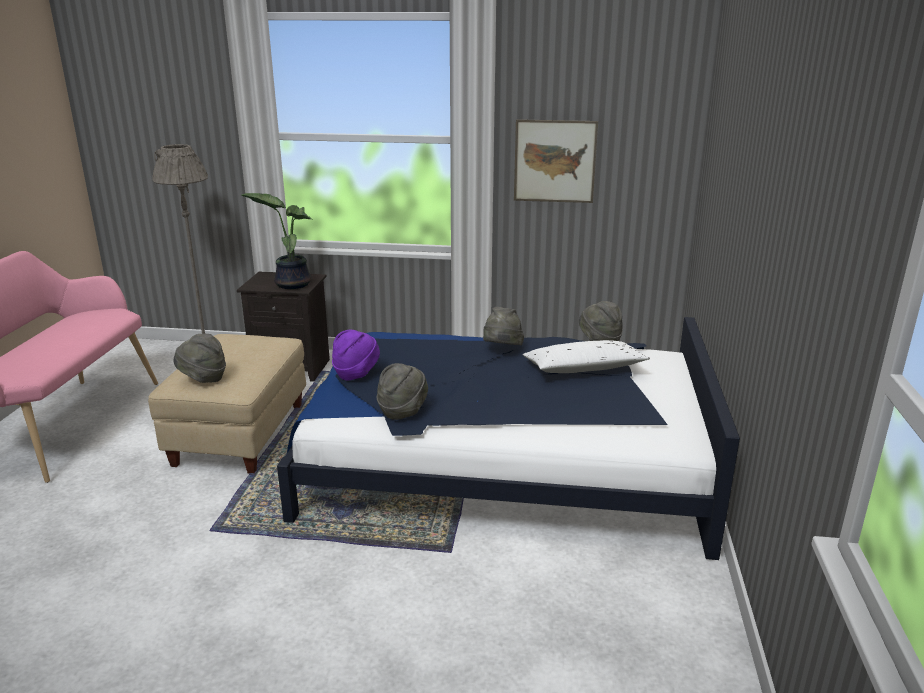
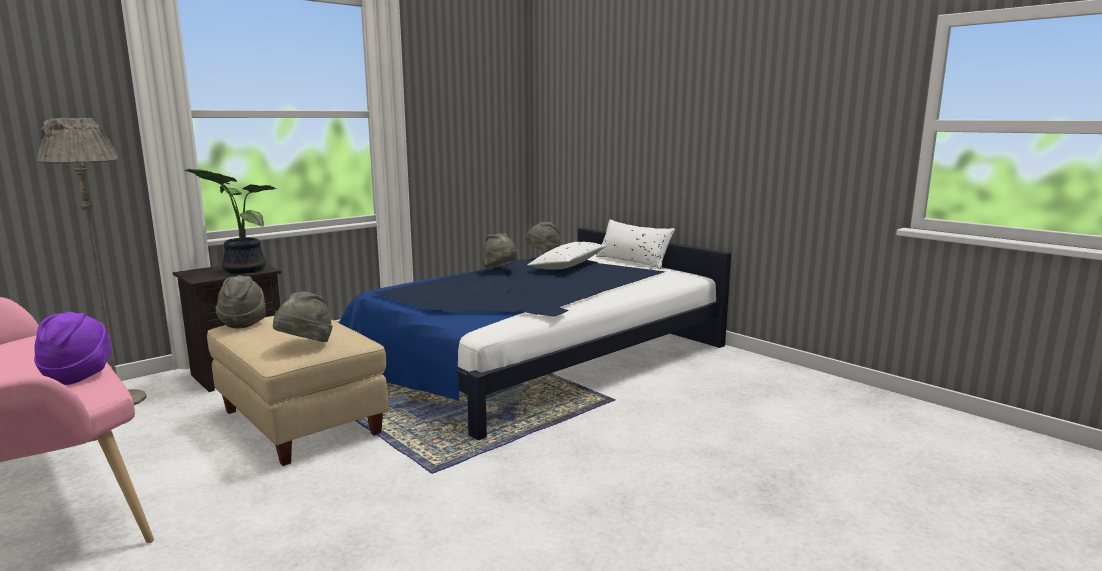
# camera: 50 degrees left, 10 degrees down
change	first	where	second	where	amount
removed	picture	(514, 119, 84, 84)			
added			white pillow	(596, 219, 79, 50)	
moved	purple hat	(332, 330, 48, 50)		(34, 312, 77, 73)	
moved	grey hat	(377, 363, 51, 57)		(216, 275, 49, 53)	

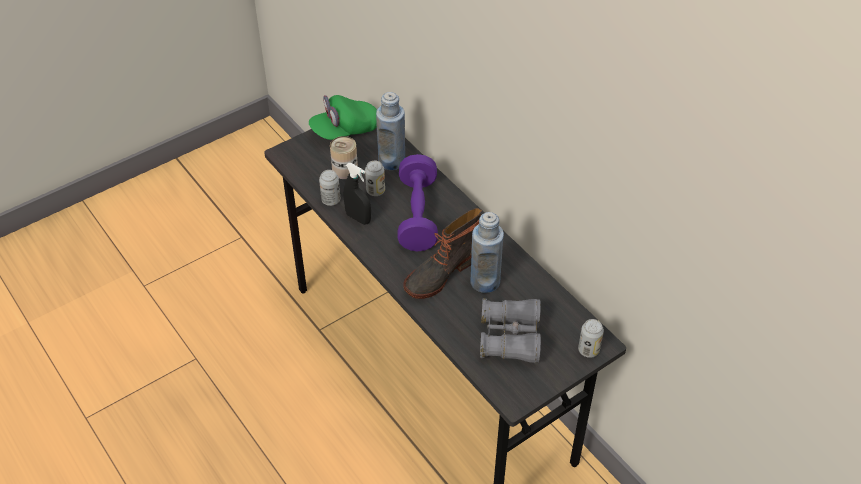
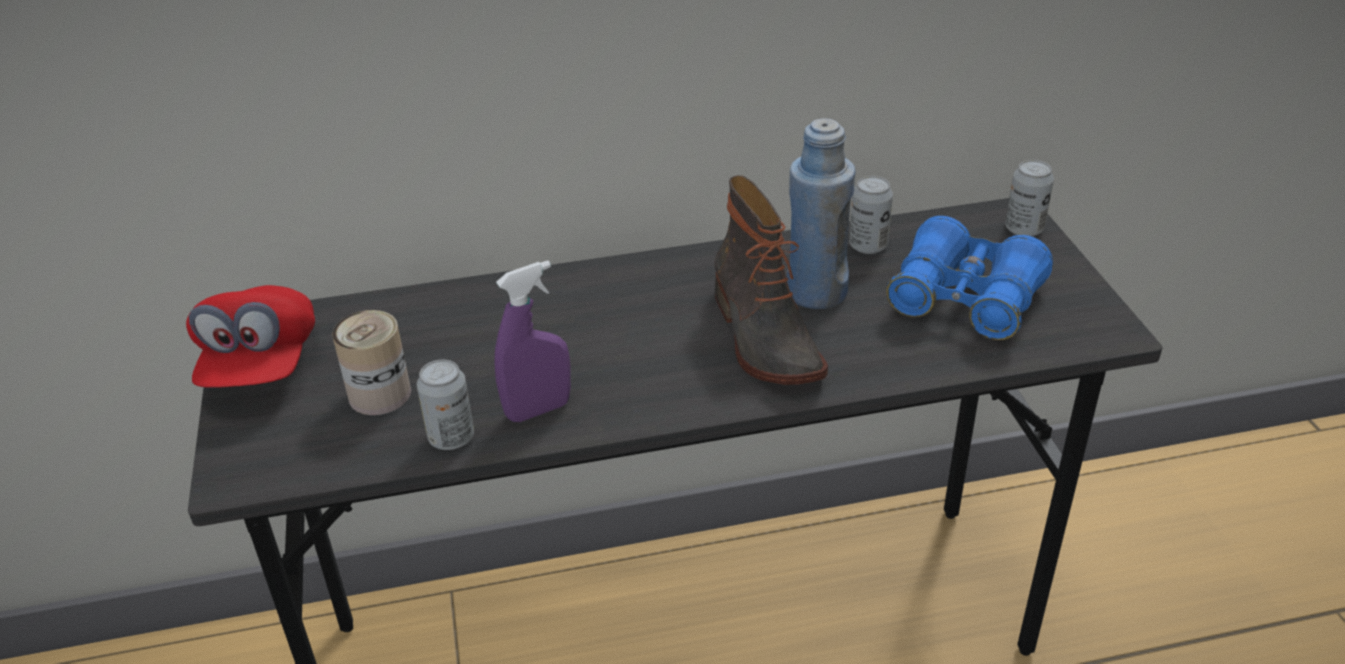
# camera: 65 degrees left, 10 degrees down
change	first	where	second	where	amount
removed	blue bottle	(376, 92, 29, 78)			
removed	purple dumbbell	(397, 154, 41, 97)			
moved	can	(365, 161, 20, 35)		(849, 176, 44, 78)	
recoloured	green cap	(309, 95, 68, 45)	red cap	(186, 285, 129, 103)	
recoloured	black spray bottle	(344, 163, 27, 62)	purple spray bottle	(494, 261, 77, 161)	
recoloured	grey binoculars	(480, 298, 61, 65)	blue binoculars	(886, 216, 167, 124)	

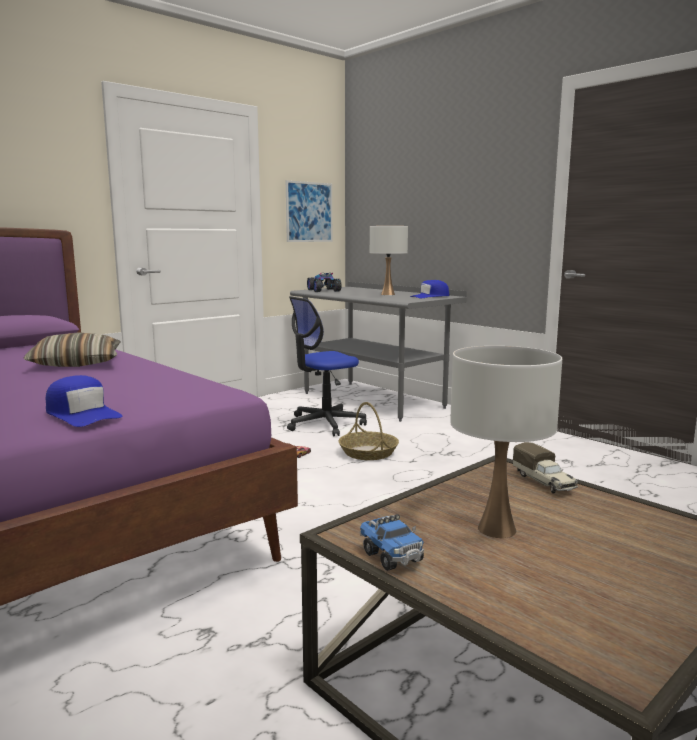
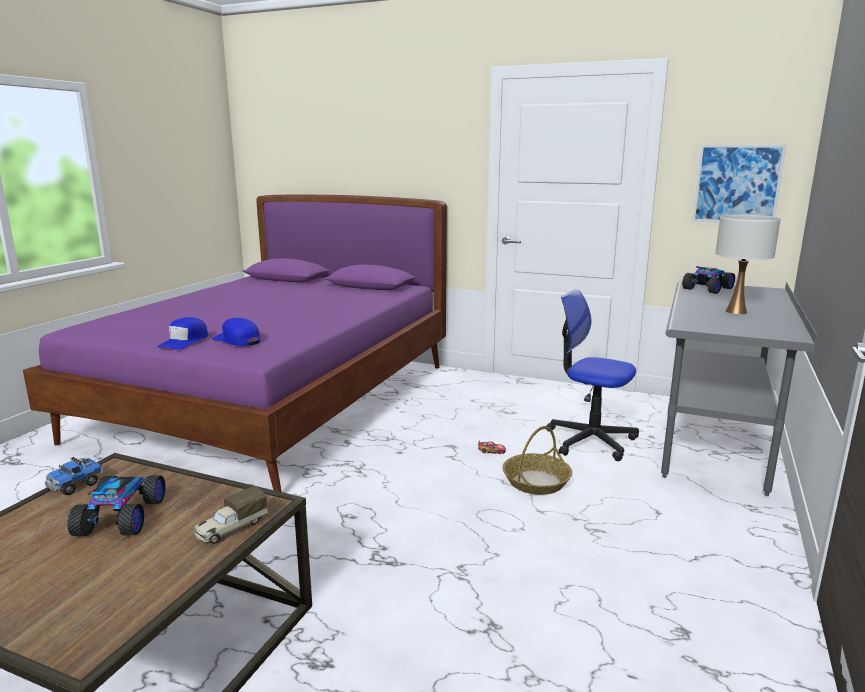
# camera: 65 degrees right, 5 degrees up
change	first	where	second	where	amount
removed	pillow	(23, 332, 97, 35)			
moved	blue cap	(410, 280, 40, 18)		(212, 318, 49, 28)	
replaced	white table lamp	(450, 346, 112, 192)	toy car	(68, 475, 97, 61)	

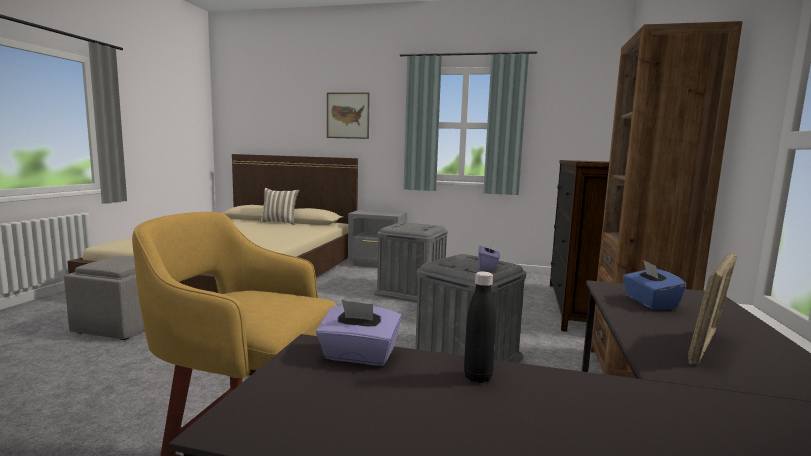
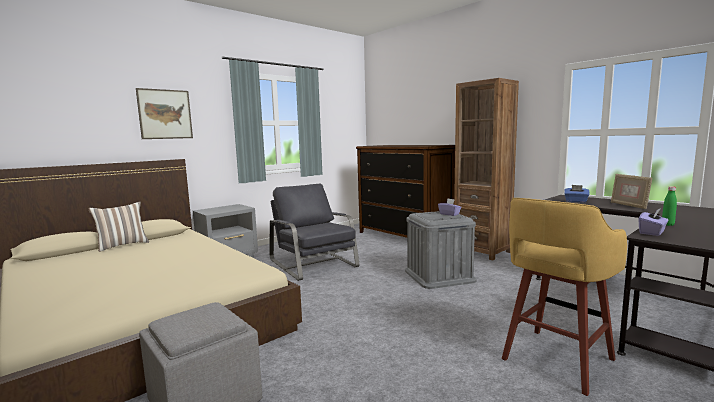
# camera: 55 degrees left, 0 degrees up
change	first	where	second	where	amount
replaced	grey storage box	(374, 222, 74, 81)	grey armchair	(270, 184, 90, 97)	
recoloured	black bottle	(464, 271, 32, 112)	green bottle	(662, 186, 15, 40)	

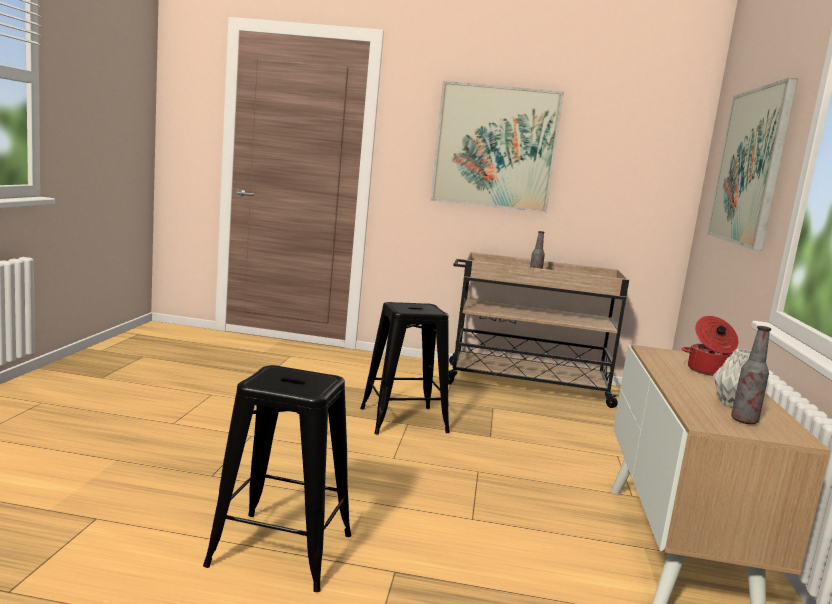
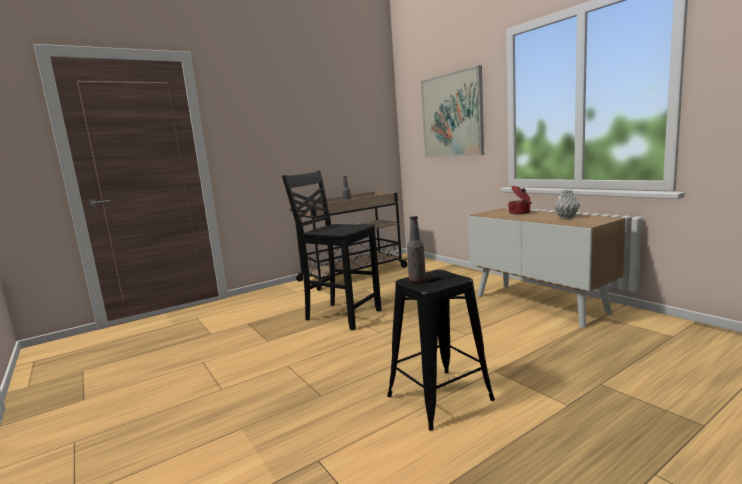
# camera: 40 degrees left, 0 degrees up
change	first	where	second	where	amount
removed	picture	(430, 81, 134, 132)			
moved	bottle	(731, 326, 40, 98)		(407, 216, 19, 66)	
replaced	black stool	(360, 302, 90, 133)	black chair	(282, 171, 99, 159)	

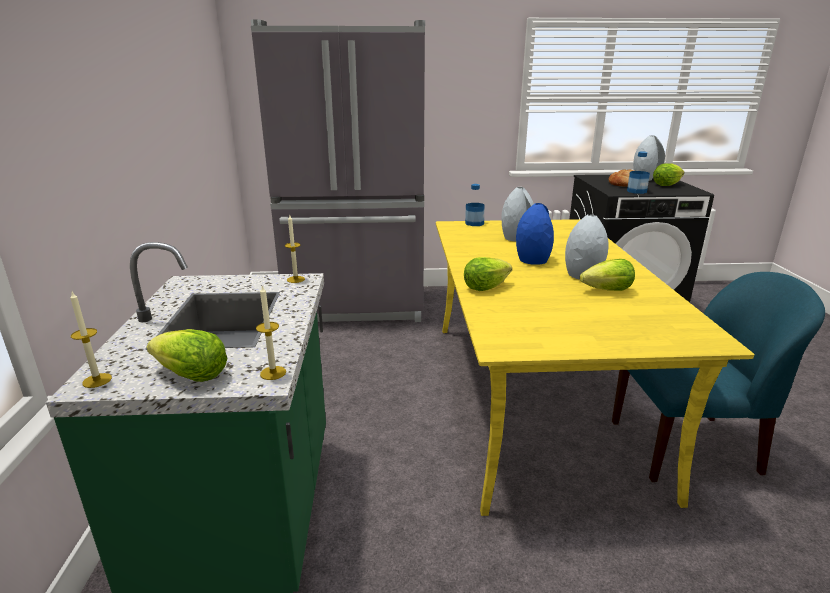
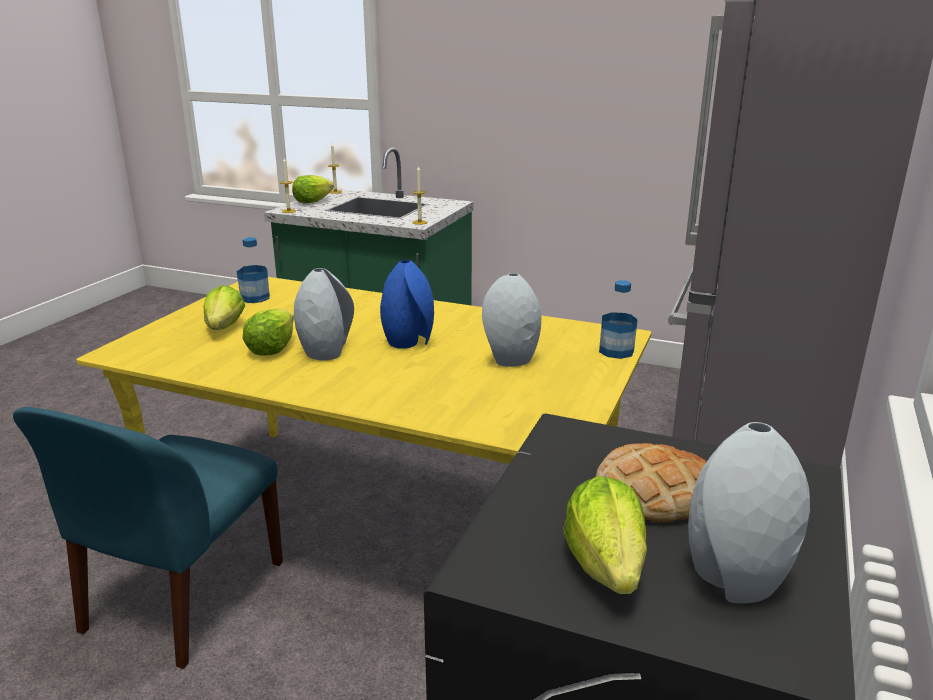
# camera: 115 degrees right, 0 degrees up
change	first	where	second	where	amount
moved	lettuce	(464, 257, 48, 34)		(204, 285, 41, 45)	
moved	bottle	(627, 151, 23, 43)		(237, 237, 33, 66)	

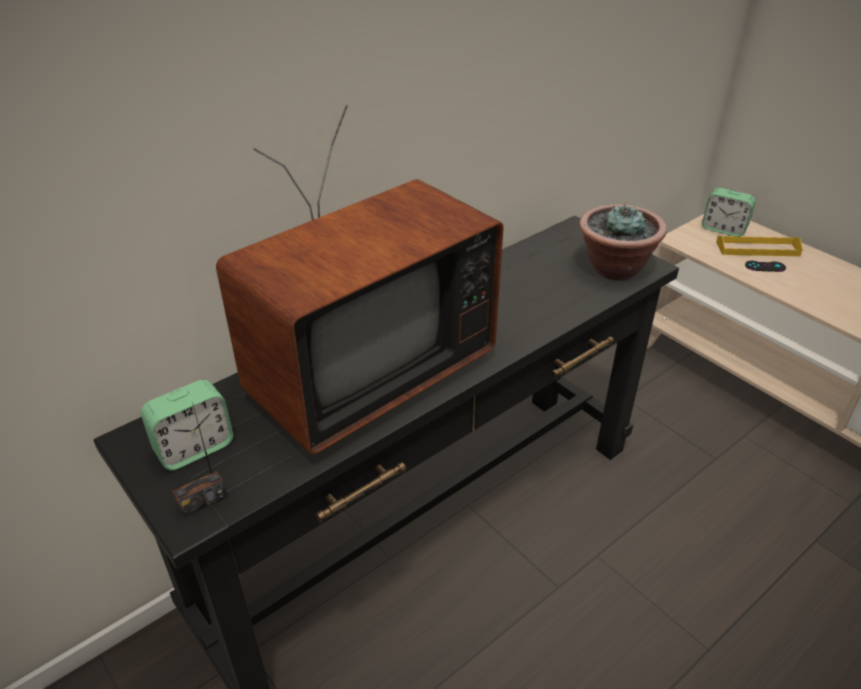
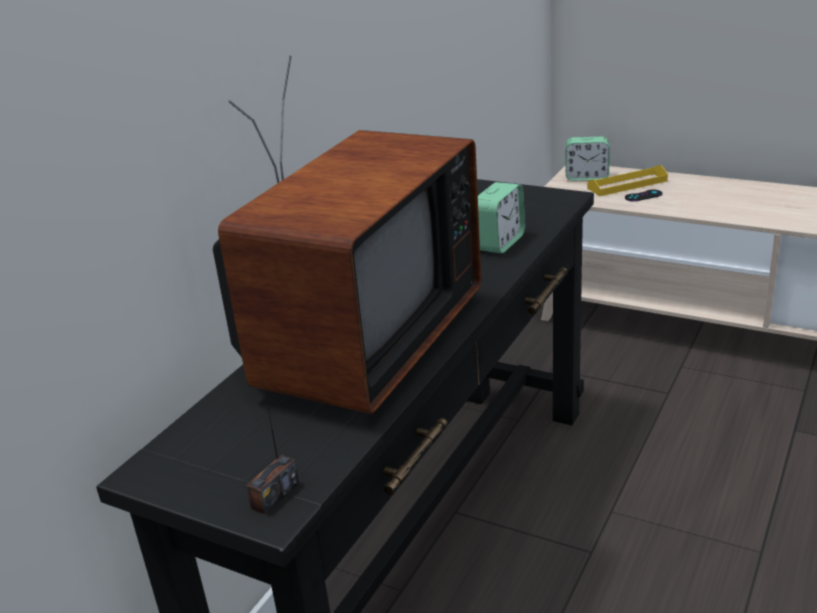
# camera: 20 degrees left, 10 degrees down
change	first	where	second	where	amount
removed	potted plant	(579, 203, 88, 78)			
moved	alarm clock	(141, 380, 92, 90)		(478, 182, 47, 71)	

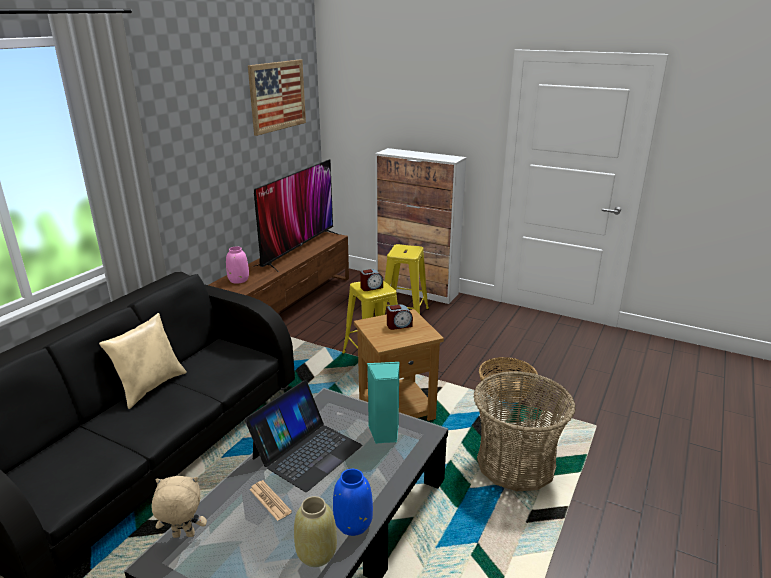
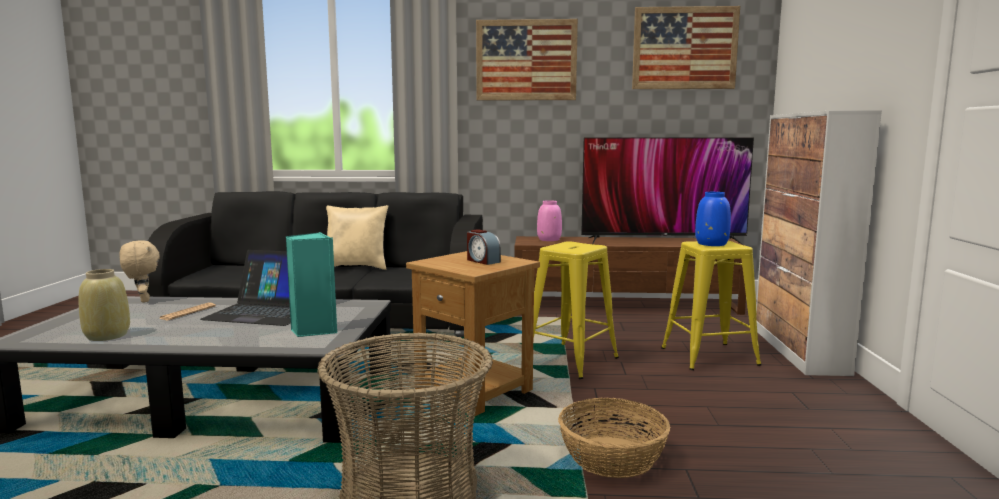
# camera: 65 degrees right, 15 degrees down
change	first	where	second	where	amount
removed	alarm clock	(360, 269, 23, 22)			
added			picture	(476, 19, 102, 81)	
moved	blue vase	(333, 469, 40, 67)		(695, 192, 36, 54)	

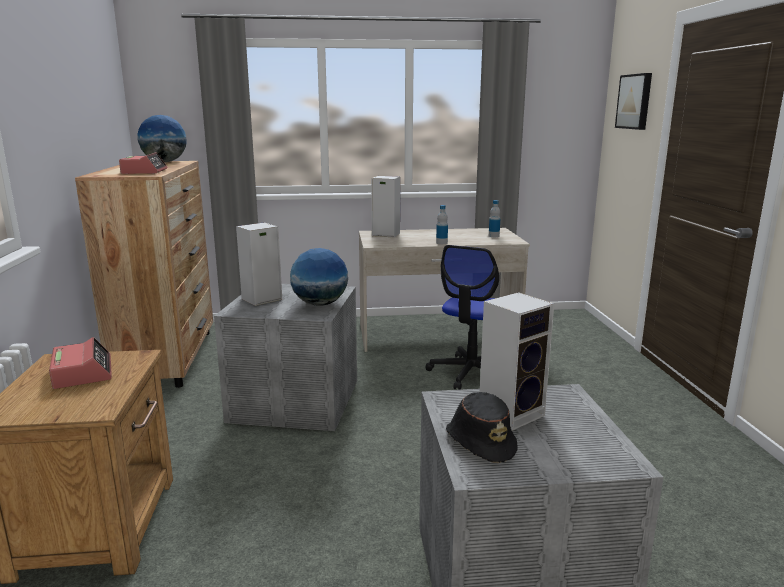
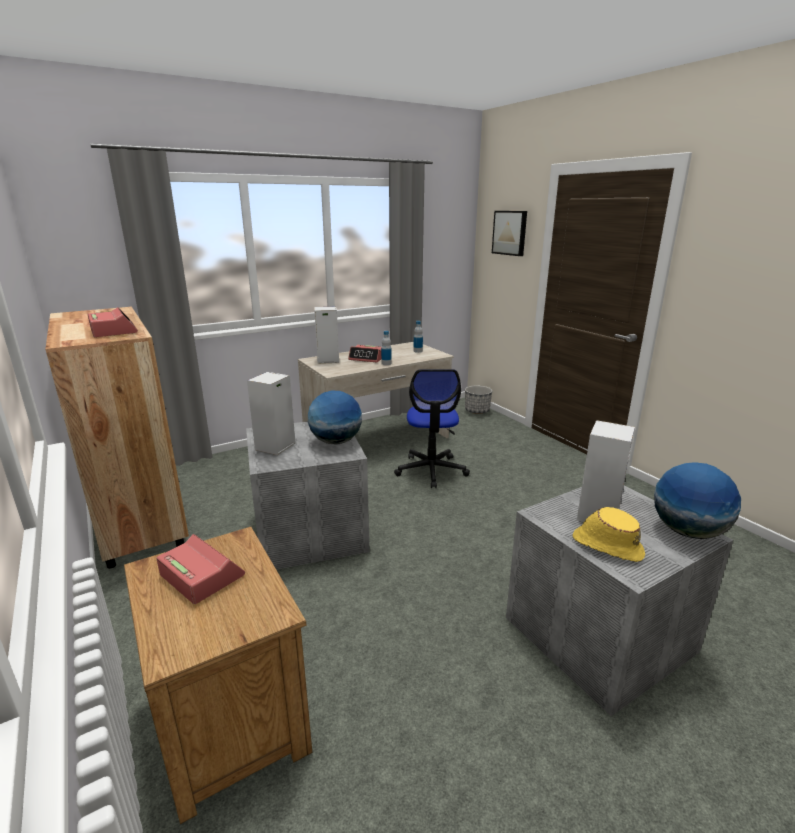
# camera: 25 degrees left, 5 degrees up
change	first	where	second	where	amount
added			alarm clock	(348, 345, 33, 18)	
added			planter	(465, 385, 27, 29)	
moved	globe	(137, 115, 50, 47)		(654, 462, 87, 77)	
recoloured	black hat	(446, 392, 72, 71)	yellow hat	(573, 507, 72, 55)	

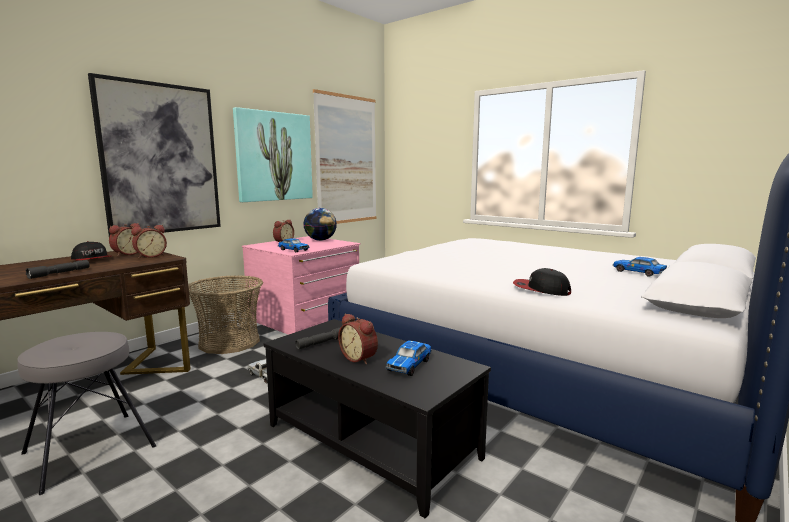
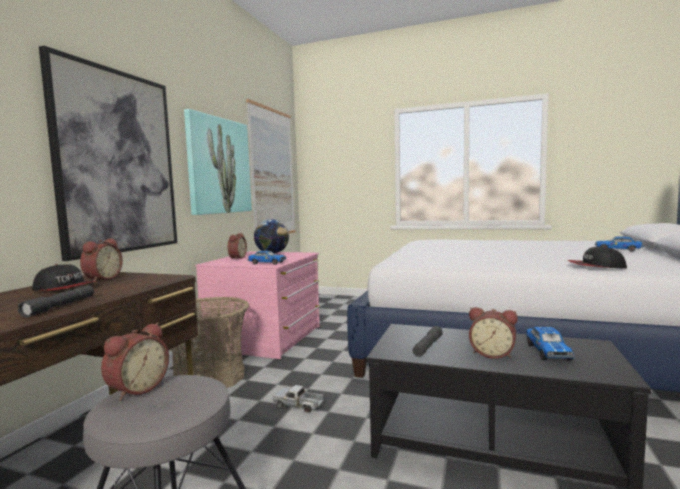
# camera: 20 degrees left, 5 degrees down
change	first	where	second	where	amount
moved	alarm clock	(131, 225, 36, 33)		(101, 323, 68, 78)	

